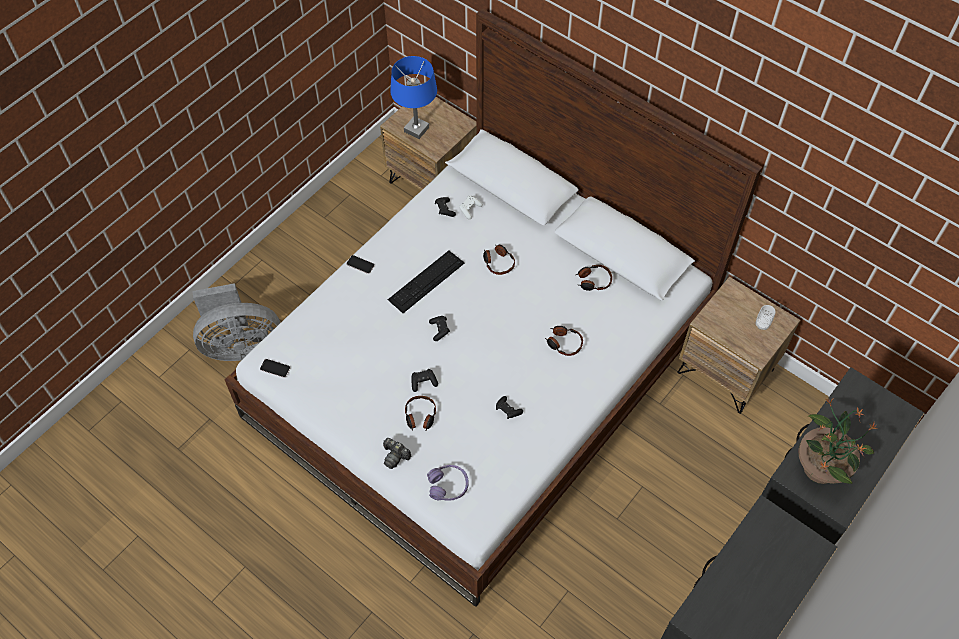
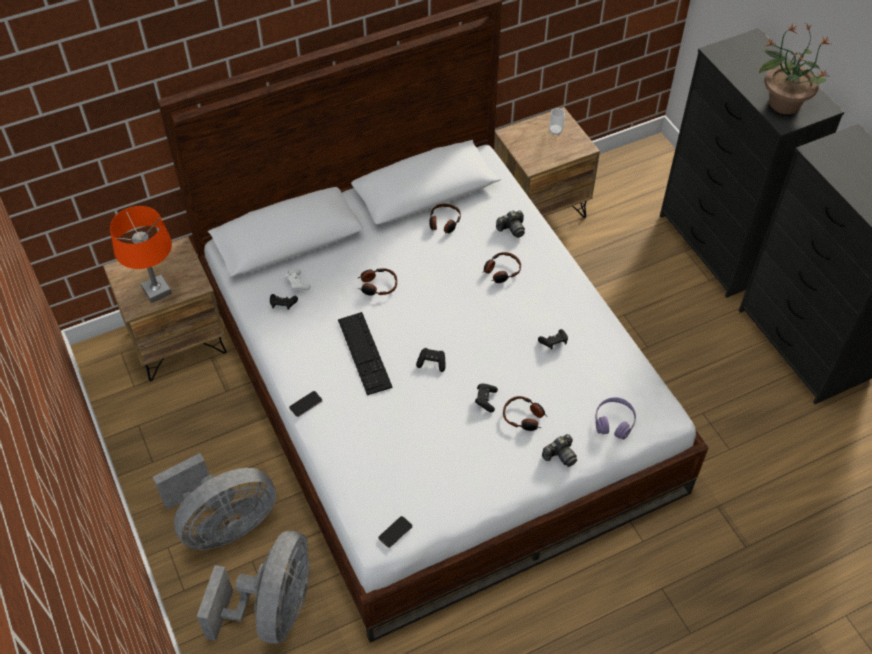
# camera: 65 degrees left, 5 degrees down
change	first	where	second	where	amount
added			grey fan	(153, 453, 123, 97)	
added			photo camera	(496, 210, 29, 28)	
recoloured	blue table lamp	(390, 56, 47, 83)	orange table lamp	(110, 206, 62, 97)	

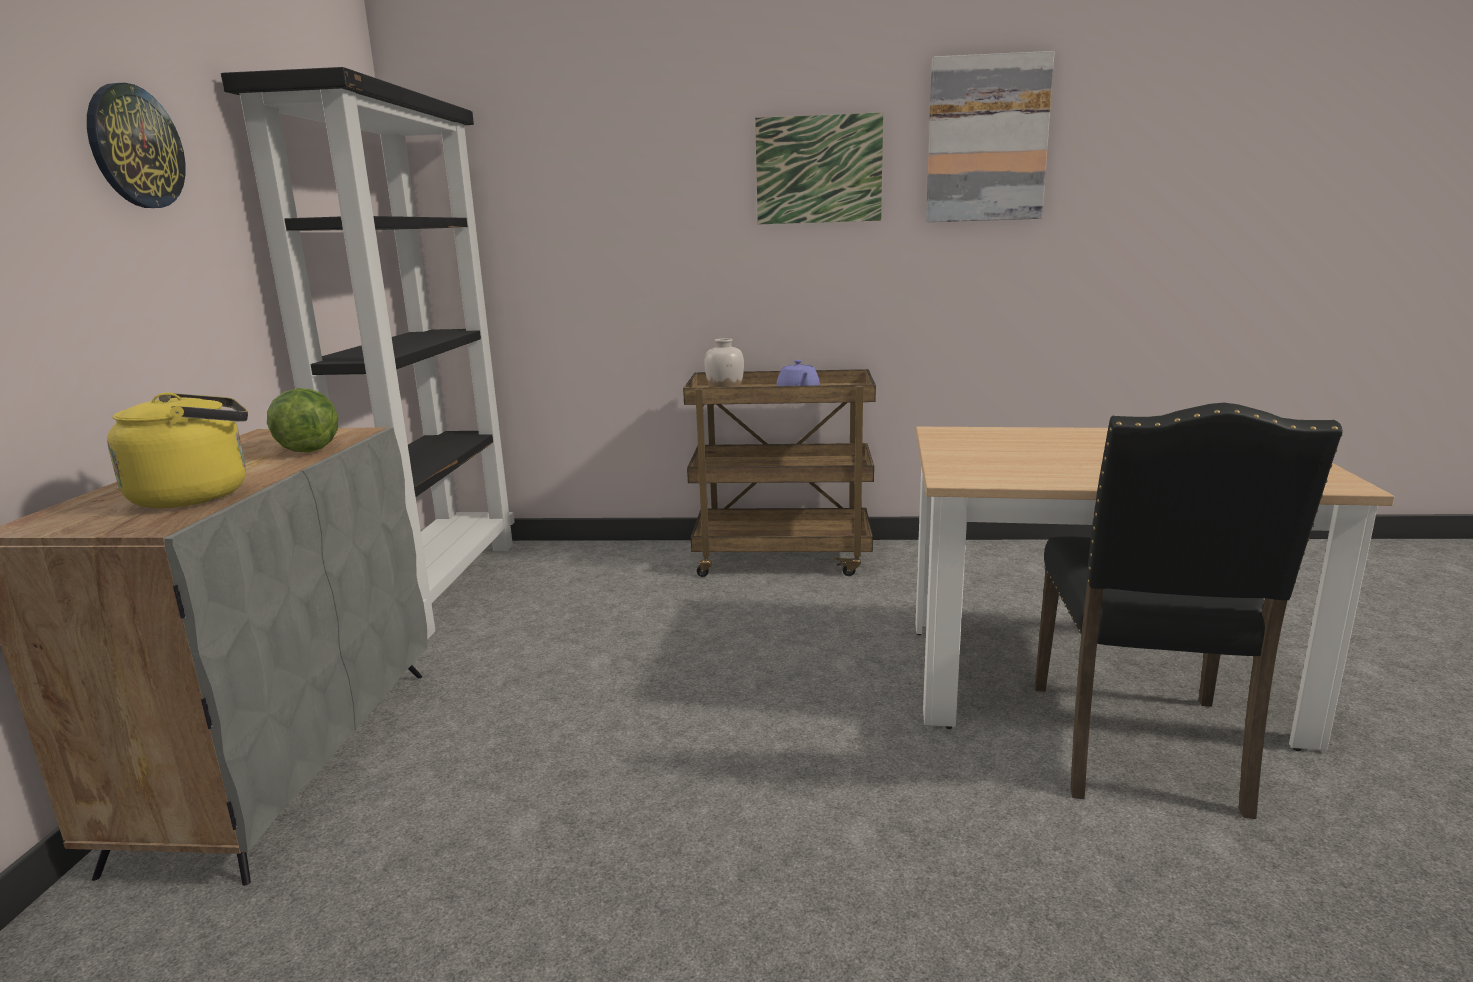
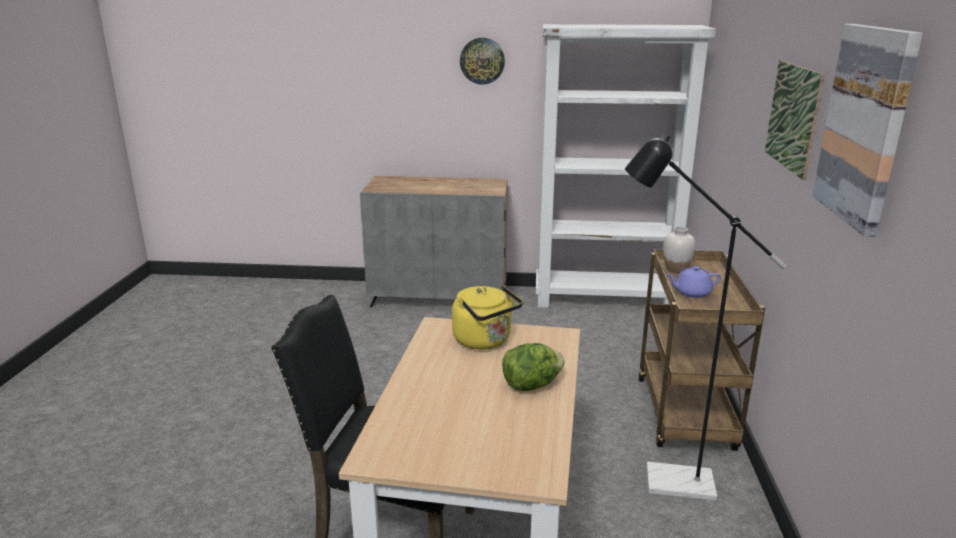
# camera: 90 degrees right, 5 degrees up
change	first	where	second	where	amount
added			black floor lamp	(625, 136, 161, 365)	
moved	yellow kettle	(107, 392, 141, 116)		(452, 285, 71, 65)	
moved	lettuce	(267, 388, 71, 64)		(502, 343, 62, 48)	
recoloured	black bookcase	(221, 67, 294, 573)	white bookcase	(536, 24, 180, 284)	

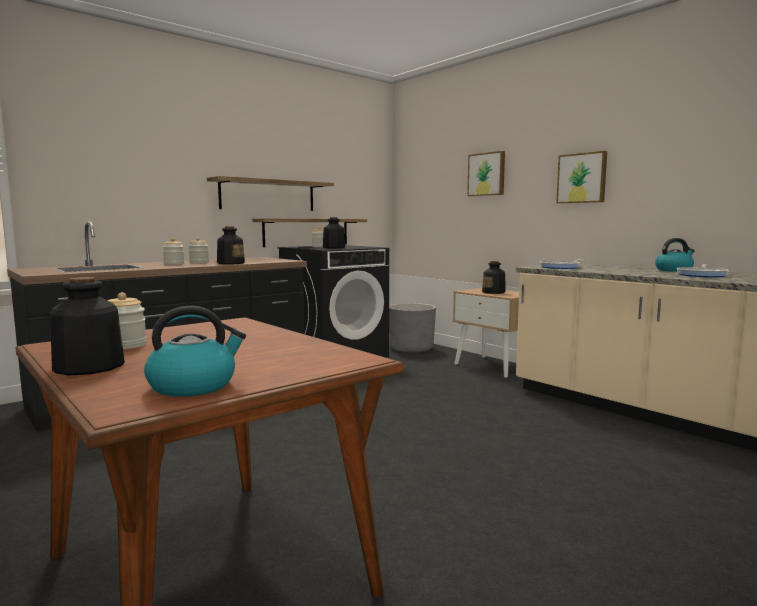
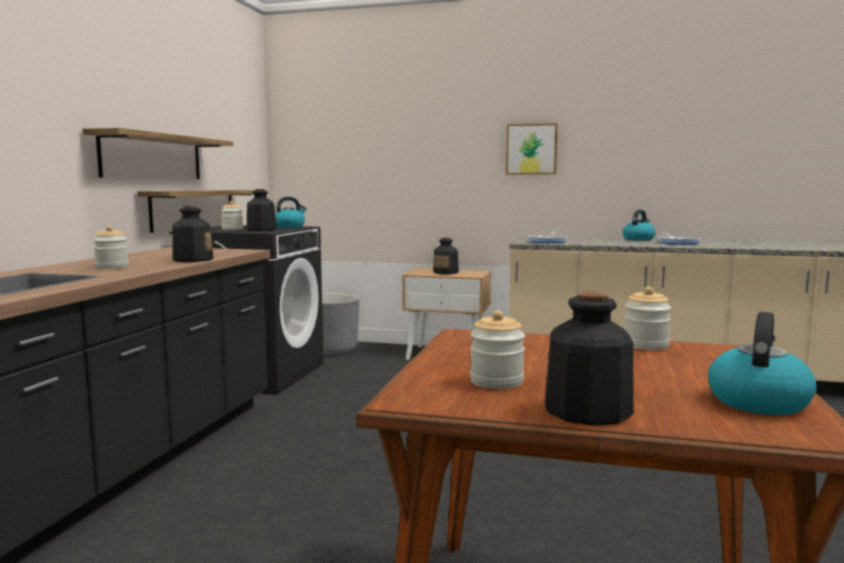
# camera: 35 degrees left, 0 degrees up
change	first	where	second	where	amount
removed	picture	(467, 151, 38, 45)			
added			kettle	(275, 197, 32, 31)	
moved	jar	(189, 237, 20, 26)		(625, 287, 47, 63)	

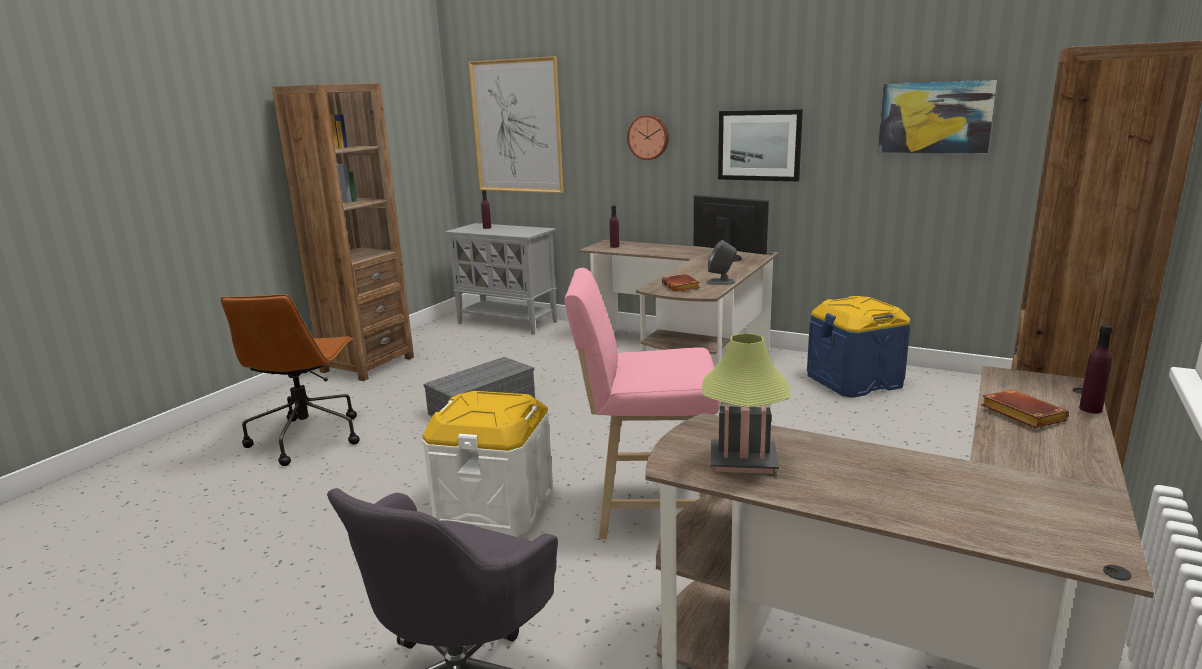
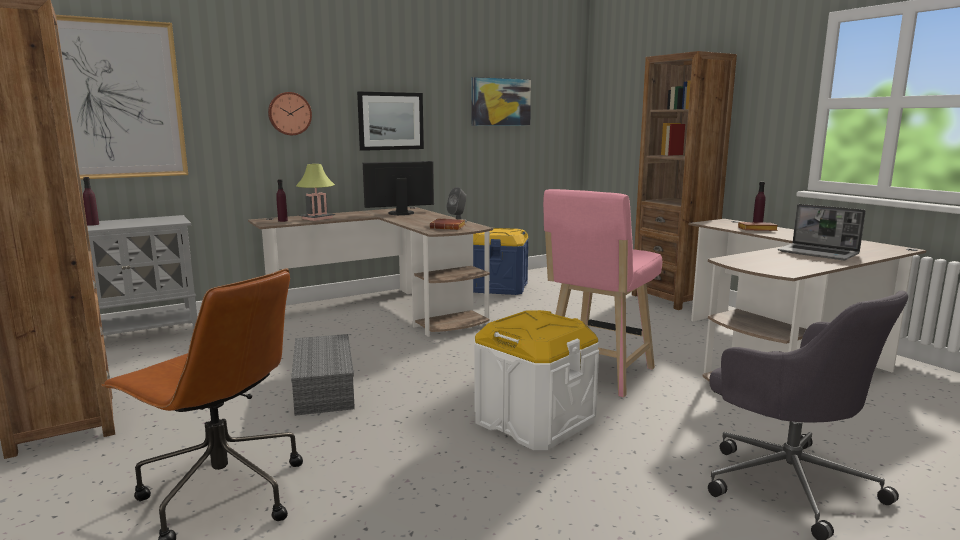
# camera: 60 degrees left, 5 degrees down
change	first	where	second	where	amount
added			laptop	(778, 204, 88, 56)	
moved	table lamp	(702, 333, 89, 141)		(296, 164, 39, 57)	

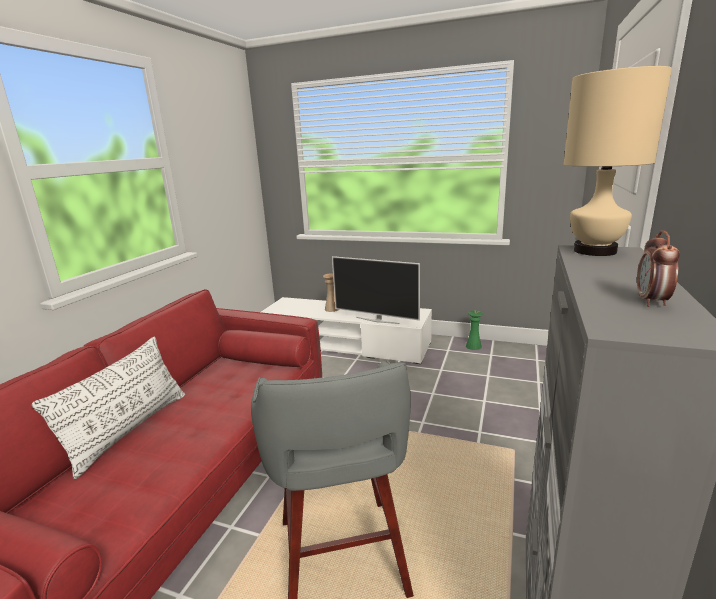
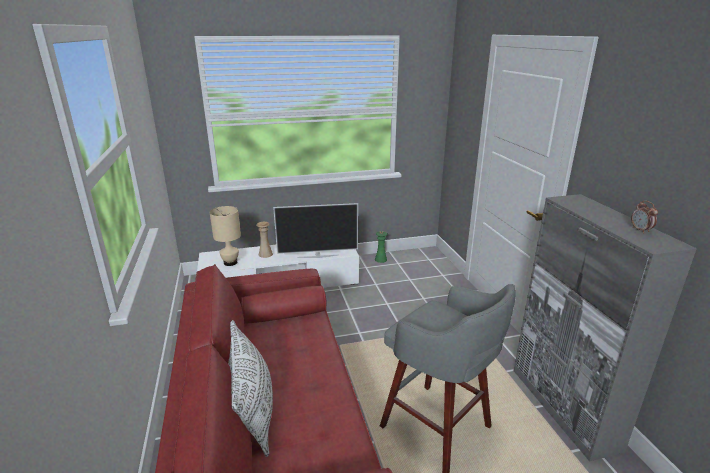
# camera: 35 degrees left, 5 degrees up
change	first	where	second	where	amount
moved	beige table lamp	(564, 66, 108, 190)		(210, 206, 31, 60)	

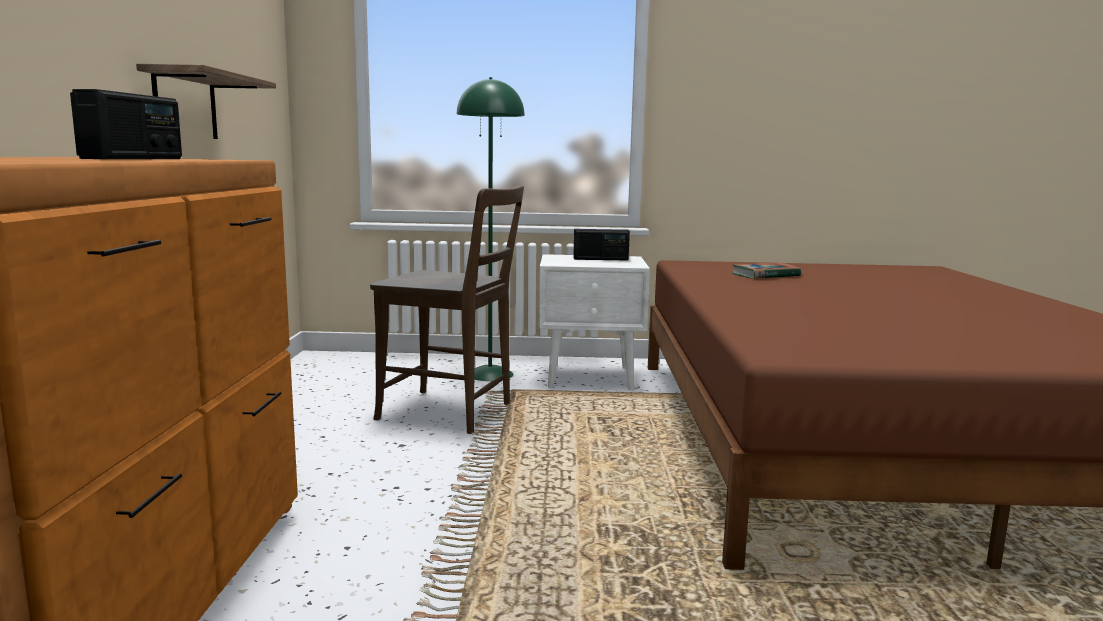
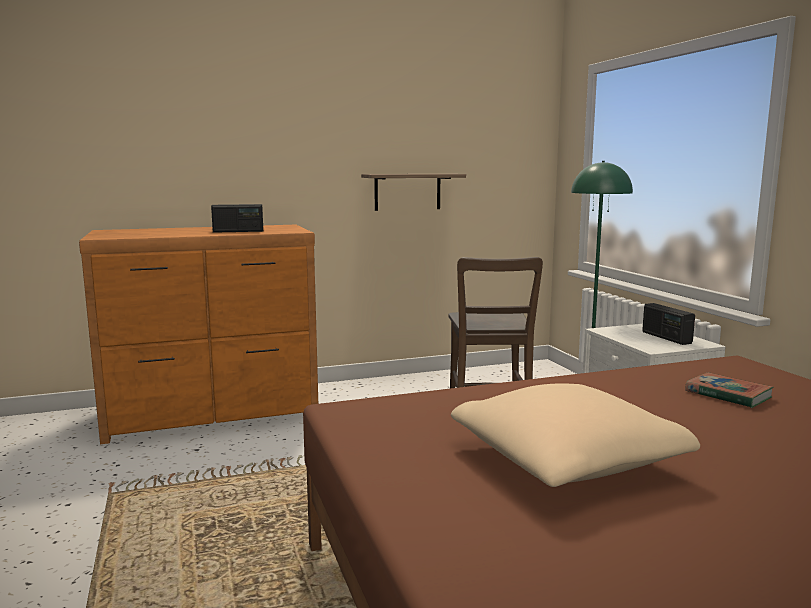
# camera: 70 degrees right, 0 degrees up
change	first	where	second	where	amount
added			beige pillow	(451, 383, 249, 104)	

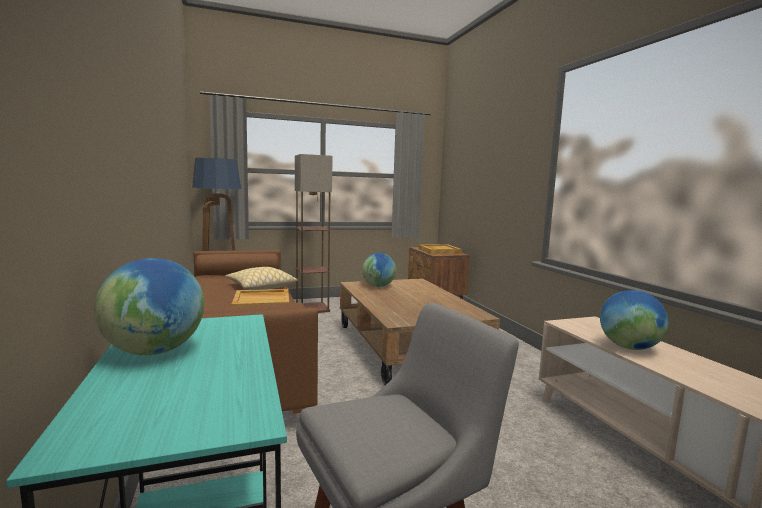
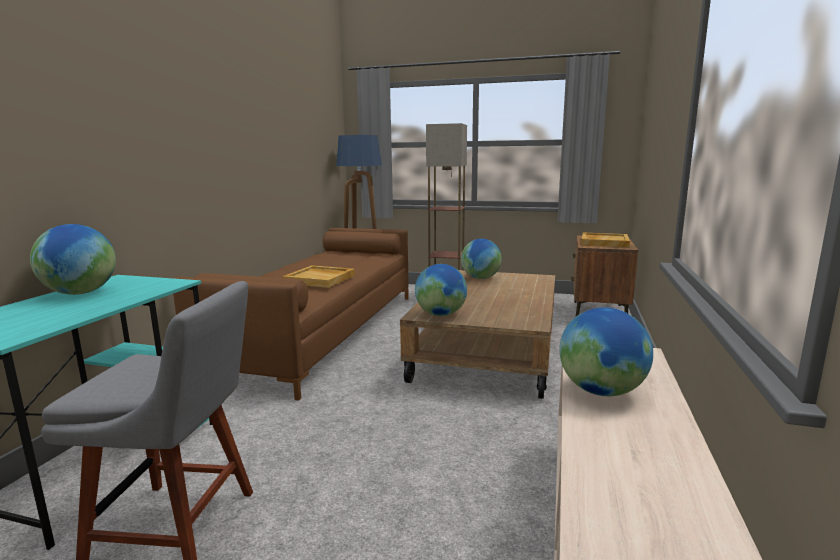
# camera: 35 degrees right, 5 degrees up
change	first	where	second	where	amount
removed	pillow	(225, 267, 73, 23)			
added			globe	(415, 264, 52, 52)	

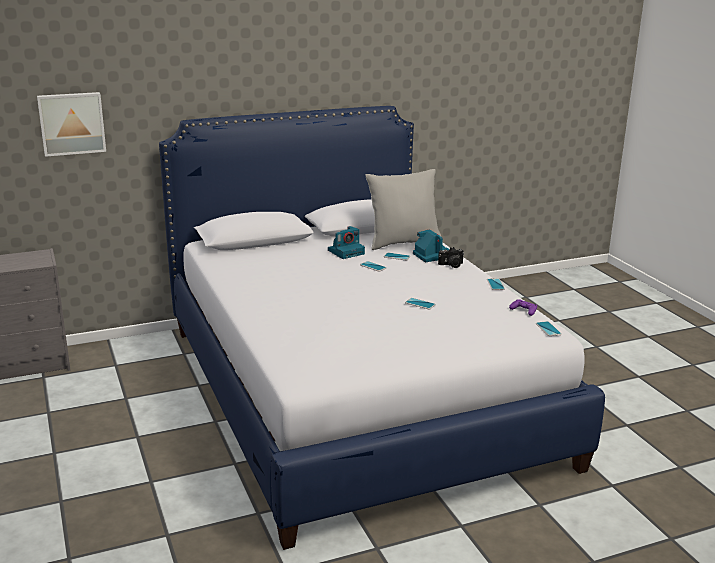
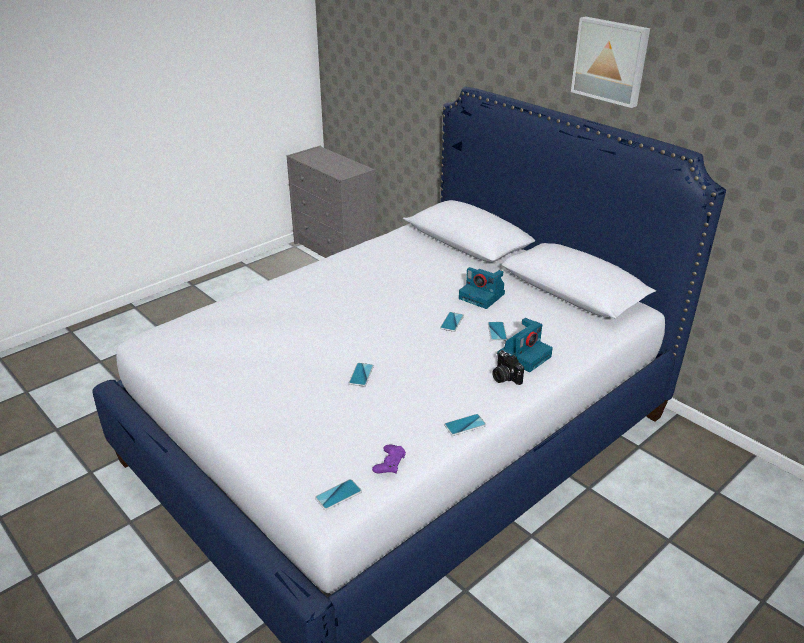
# camera: 70 degrees right, 10 degrees up
change	first	where	second	where	amount
removed	grey pillow	(366, 169, 76, 81)			
moved	picture	(37, 92, 69, 65)		(571, 16, 79, 92)	

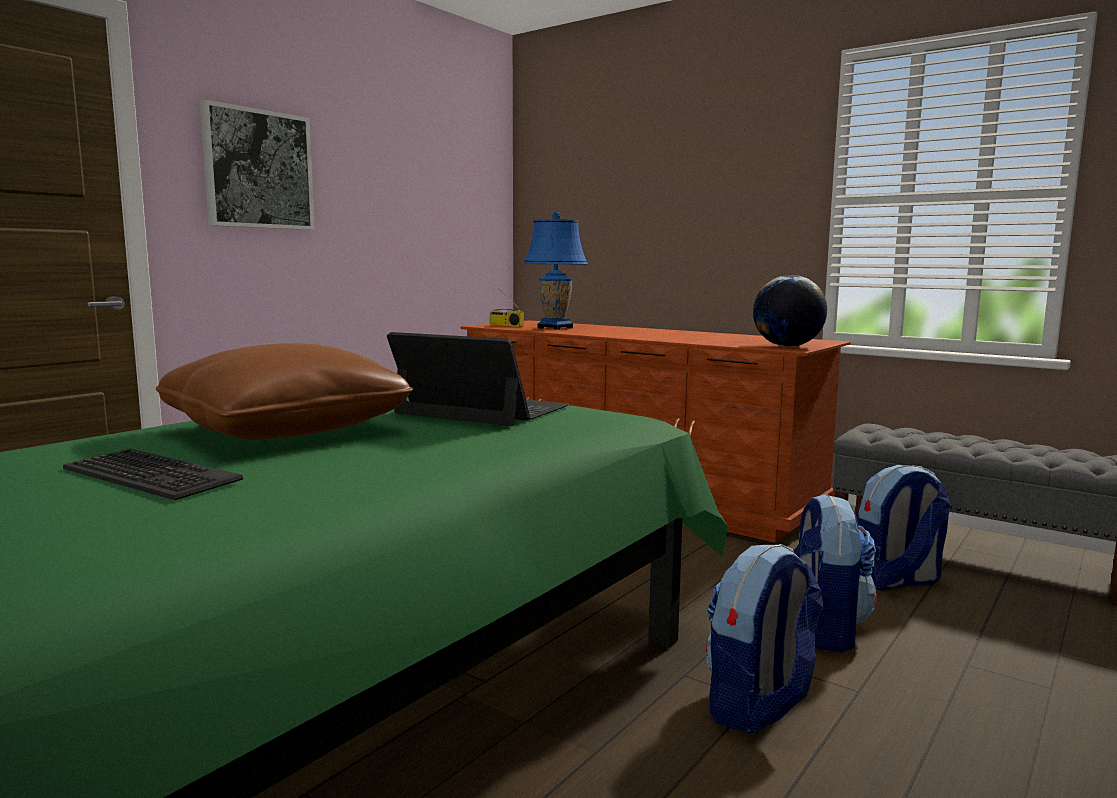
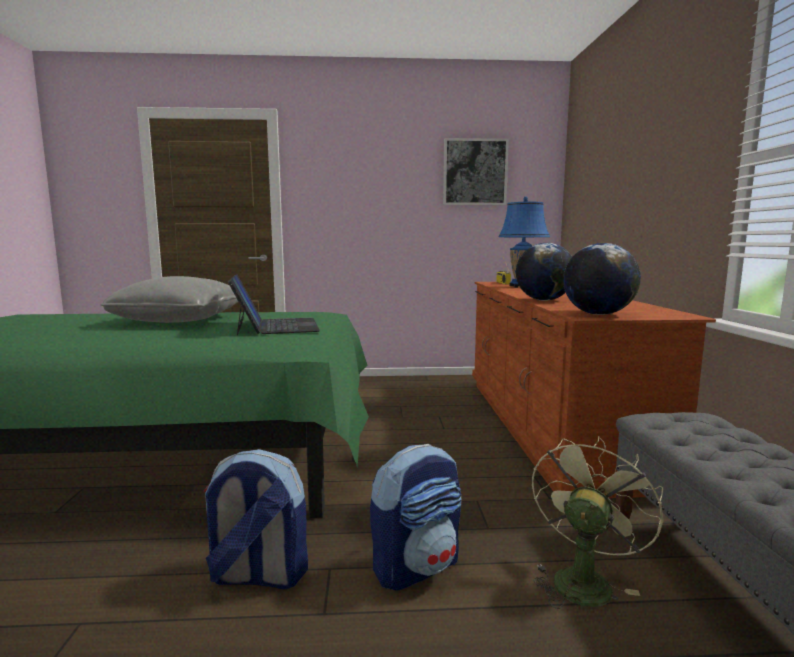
# camera: 50 degrees right, 0 degrees up
change	first	where	second	where	amount
removed	keyboard	(63, 449, 180, 51)			
added			globe	(516, 243, 56, 58)	
moved	picture	(200, 99, 115, 131)		(443, 138, 66, 67)	
replaced	backpack	(858, 465, 93, 126)	green fan	(532, 436, 131, 173)	
recoloured	brown pillow	(156, 343, 258, 97)	grey pillow	(100, 276, 138, 47)	

